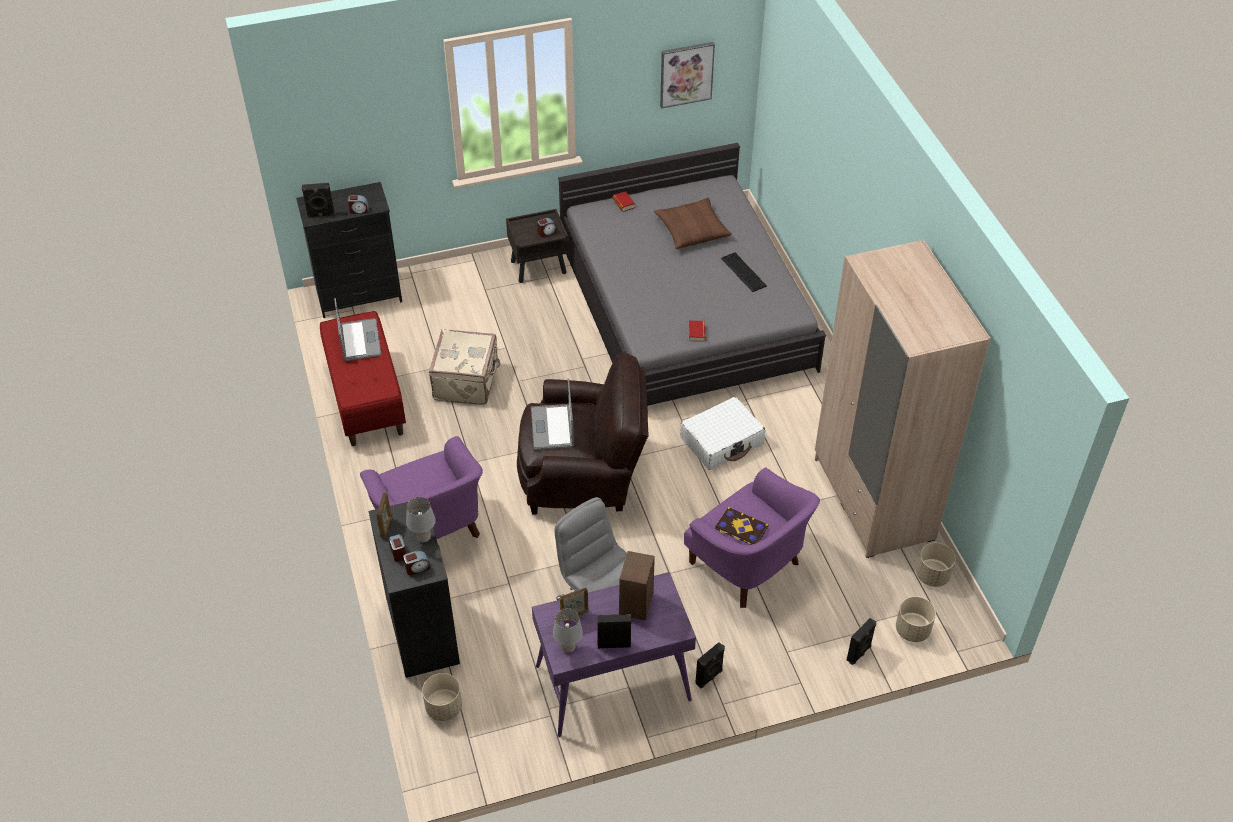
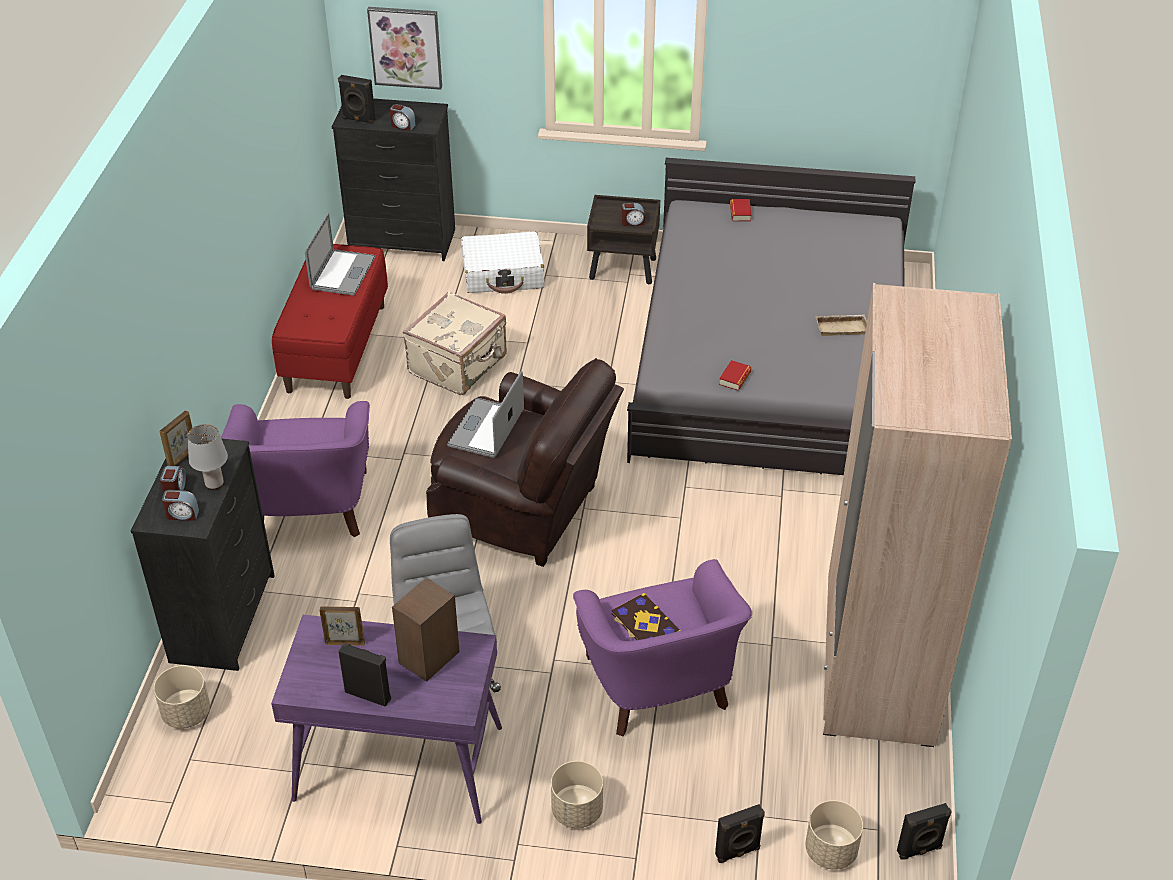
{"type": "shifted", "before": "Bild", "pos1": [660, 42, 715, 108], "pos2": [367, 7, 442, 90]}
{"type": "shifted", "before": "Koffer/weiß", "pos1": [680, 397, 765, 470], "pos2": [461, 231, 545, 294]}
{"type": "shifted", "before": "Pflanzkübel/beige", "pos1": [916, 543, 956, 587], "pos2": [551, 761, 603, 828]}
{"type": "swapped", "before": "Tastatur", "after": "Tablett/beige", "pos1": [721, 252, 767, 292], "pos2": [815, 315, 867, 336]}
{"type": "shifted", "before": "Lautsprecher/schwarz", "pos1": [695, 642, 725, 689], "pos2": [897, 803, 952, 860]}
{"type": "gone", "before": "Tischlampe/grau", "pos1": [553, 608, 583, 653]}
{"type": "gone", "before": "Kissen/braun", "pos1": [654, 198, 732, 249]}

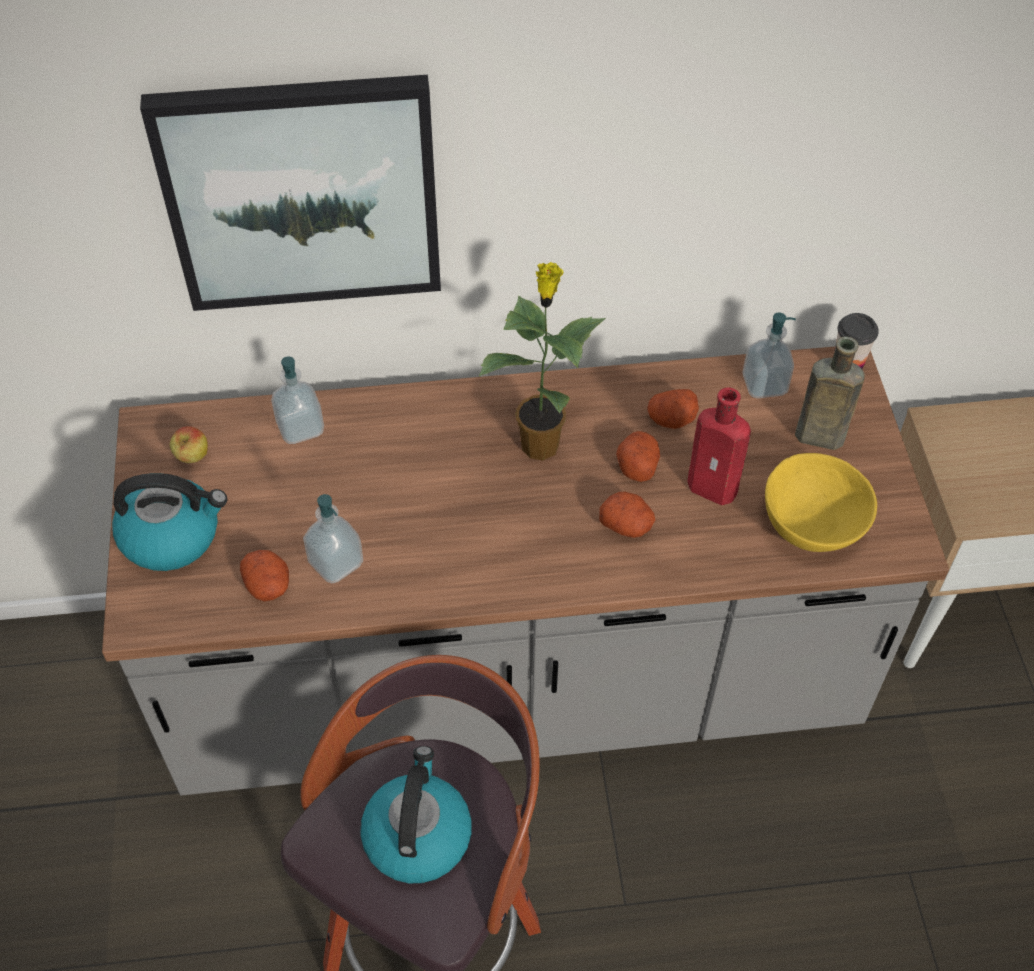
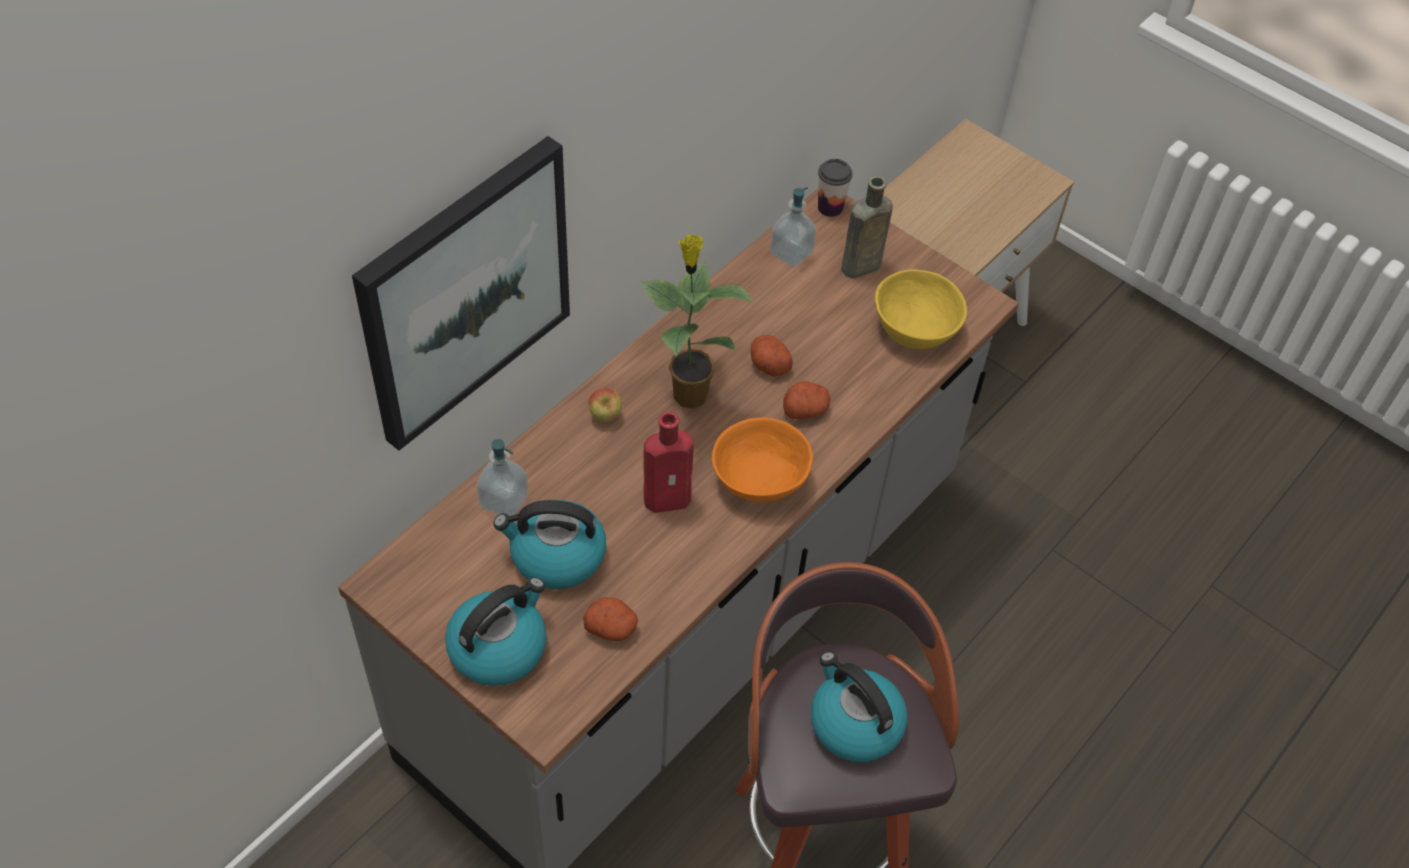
{"type": "new", "after": "Wasserkessel", "pos2": [493, 500, 606, 589]}
{"type": "shifted", "before": "Apfel", "pos1": [170, 426, 208, 463], "pos2": [589, 388, 622, 422]}
{"type": "shifted", "before": "Flasche/rot", "pos1": [687, 387, 751, 505], "pos2": [643, 412, 694, 513]}
{"type": "new", "after": "Schüssel/orange", "pos2": [712, 417, 813, 502]}
{"type": "gone", "before": "Seifenspender", "pos1": [303, 494, 363, 583]}
{"type": "gone", "before": "Kartoffel", "pos1": [647, 389, 699, 429]}

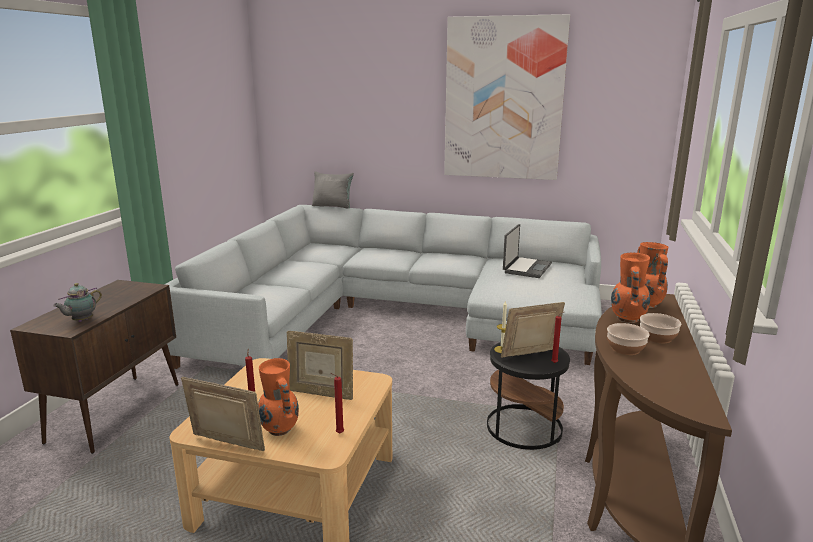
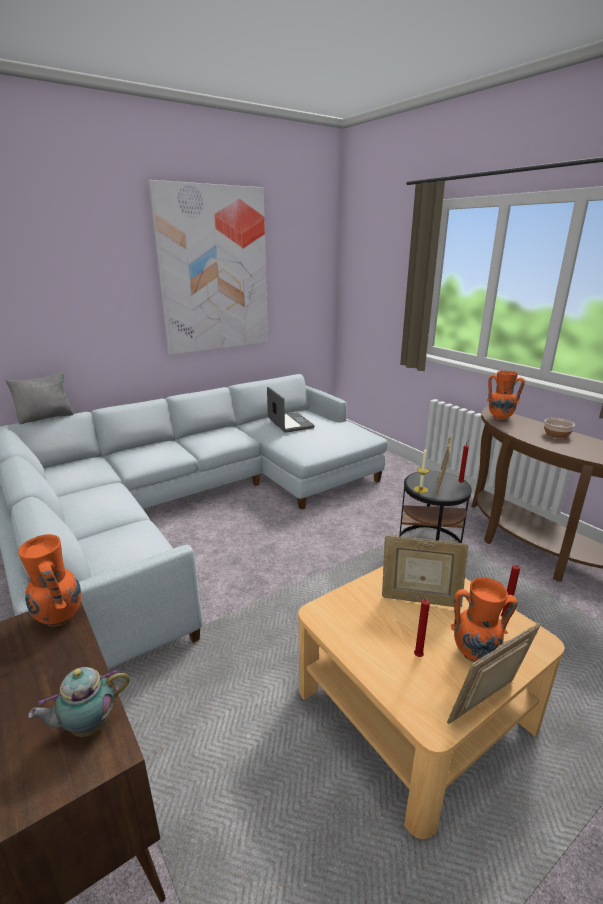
{"type": "shifted", "before": "Vase/orange", "pos1": [611, 253, 650, 323], "pos2": [18, 534, 81, 627]}
{"type": "rotated", "before": "Teekanne", "pos1": [53, 283, 102, 322], "pos2": [28, 667, 130, 737], "turn": 75}
{"type": "rotated", "before": "Bilderrahmen", "pos1": [287, 331, 353, 400], "pos2": [382, 536, 468, 607], "turn": 45}
{"type": "gone", "before": "Schüssel", "pos1": [607, 323, 649, 355]}

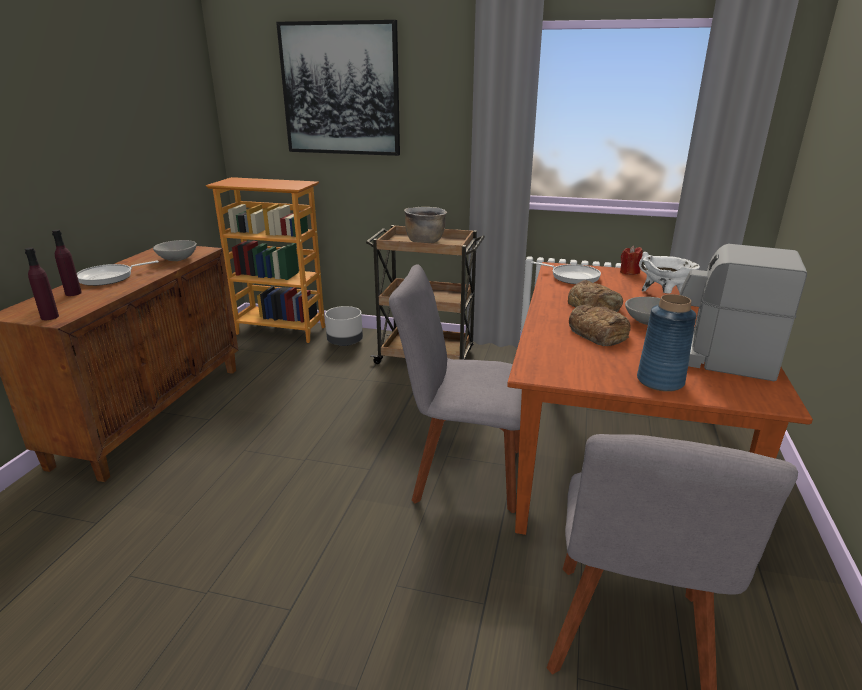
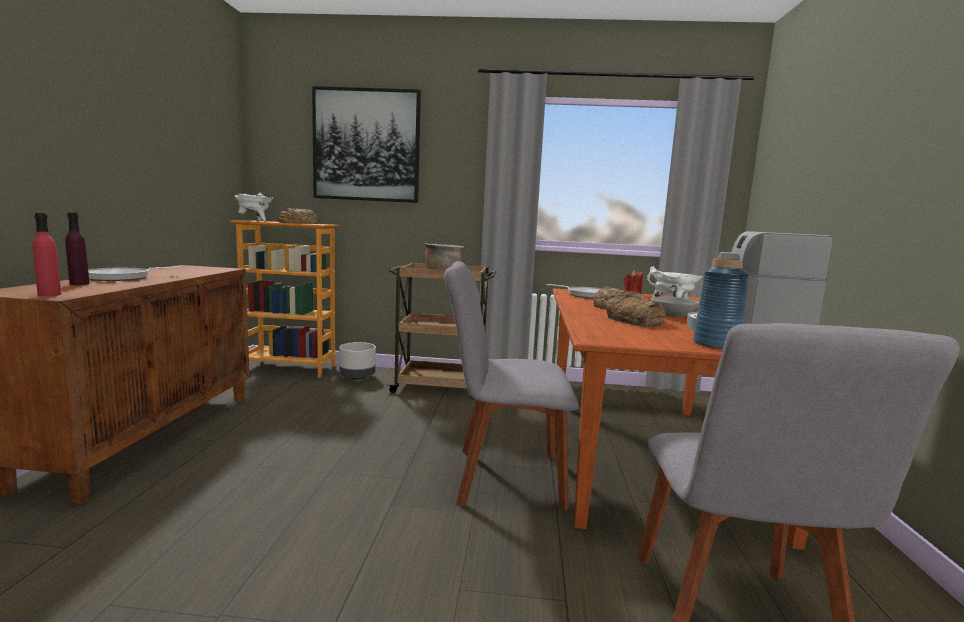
{"type": "repainted", "before": "Flasche/lila", "after": "Flasche/rot", "pos1": [25, 248, 59, 320], "pos2": [32, 213, 61, 296]}
{"type": "new", "after": "Kochtopf/weiß", "pos2": [234, 193, 273, 221]}
{"type": "new", "after": "Brot", "pos2": [278, 208, 319, 224]}
{"type": "gone", "before": "Schüssel/grau", "pos1": [153, 240, 197, 261]}

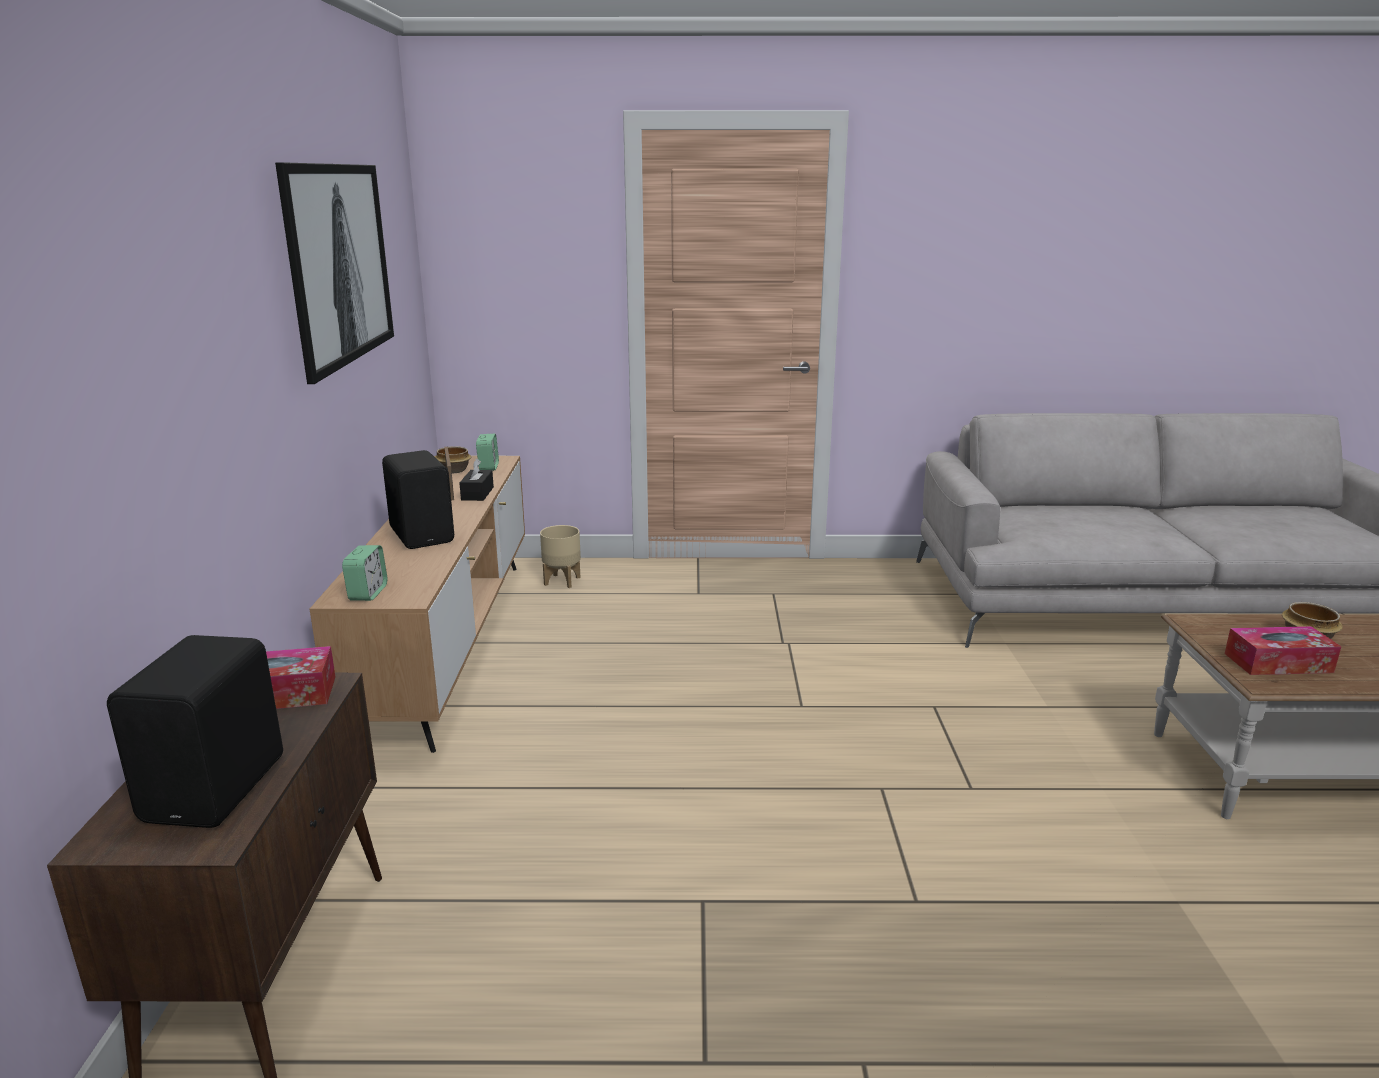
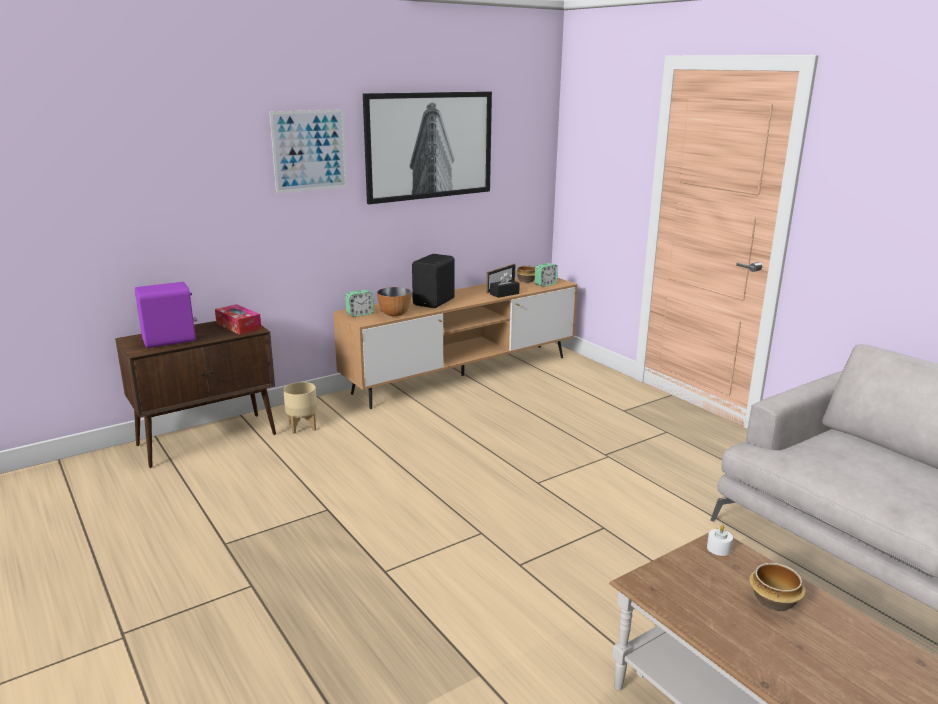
{"type": "repainted", "before": "Lautsprecher/schwarz", "after": "Lautsprecher/lila", "pos1": [107, 635, 283, 828], "pos2": [135, 282, 197, 348]}
{"type": "new", "after": "Bild", "pos2": [270, 110, 347, 193]}
{"type": "shifted", "before": "Pflanzkübel/beige", "pos1": [540, 525, 581, 588], "pos2": [283, 382, 317, 434]}
{"type": "new", "after": "Schüssel", "pos2": [377, 287, 411, 317]}
{"type": "new", "after": "Kerze/weiß", "pos2": [707, 525, 733, 556]}
{"type": "gone", "before": "Taschentuchbox", "pos1": [1225, 626, 1341, 675]}

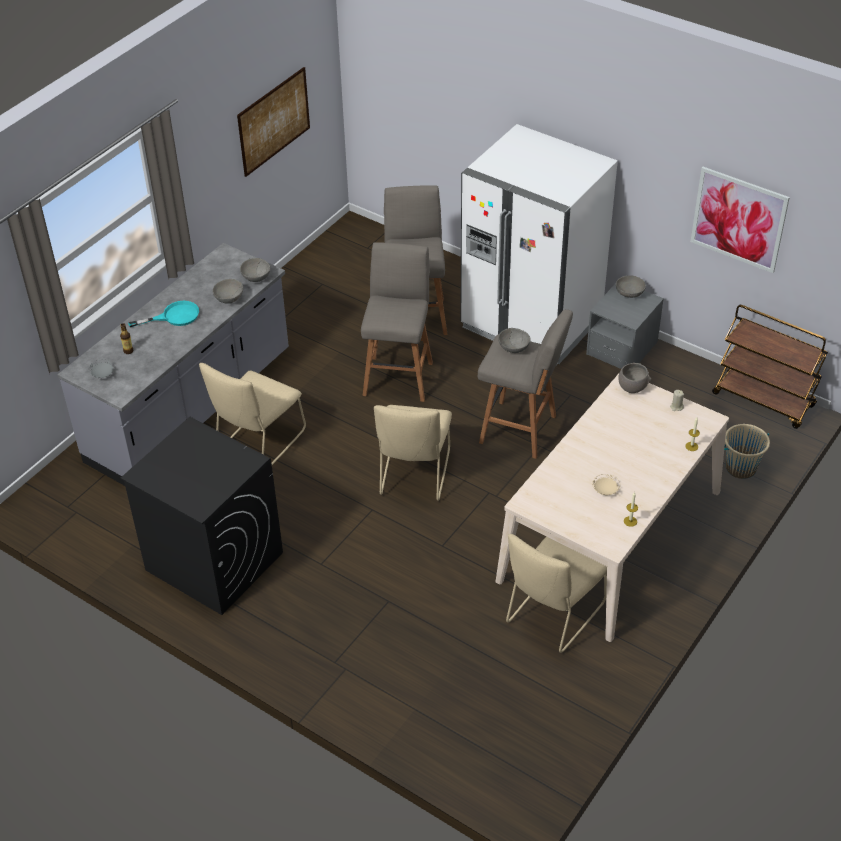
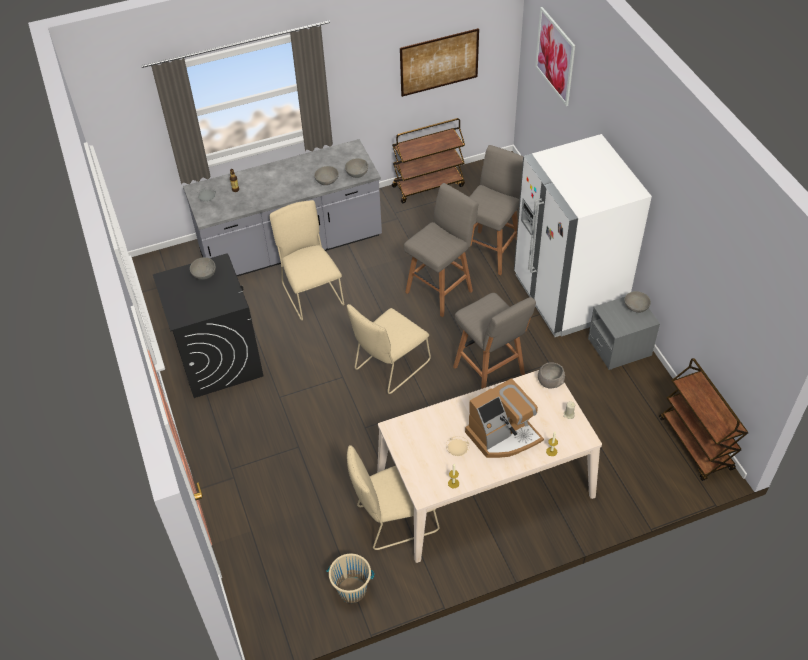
{"type": "shifted", "before": "Schüssel/grau", "pos1": [498, 328, 531, 353], "pos2": [190, 257, 216, 280]}
{"type": "rotated", "before": "Stuhl/beige", "pos1": [199, 363, 306, 465], "pos2": [270, 200, 345, 321], "turn": 90}
{"type": "shifted", "before": "Eimer/beige", "pos1": [724, 424, 770, 479], "pos2": [327, 554, 374, 603]}
{"type": "new", "after": "Rollwagen/braun", "pos2": [392, 118, 465, 203]}
{"type": "new", "after": "Kaffeemaschine", "pos2": [465, 378, 544, 458]}
{"type": "shifted", "before": "Bild", "pos1": [690, 167, 790, 273], "pos2": [535, 7, 575, 106]}
{"type": "gone", "before": "Pfanne/türkis", "pos1": [128, 301, 199, 327]}

